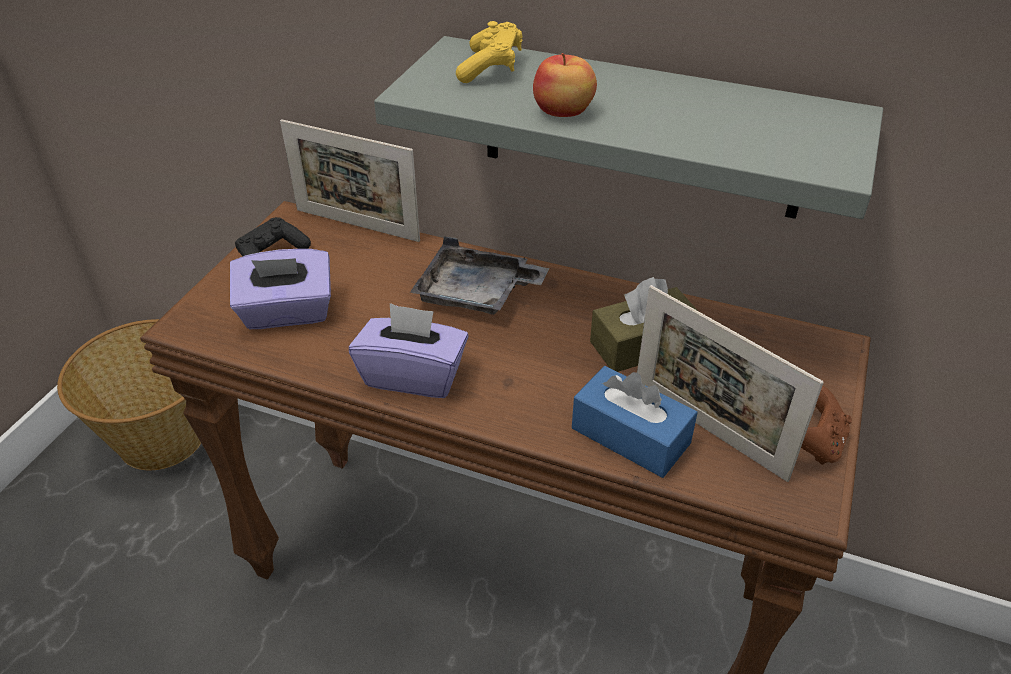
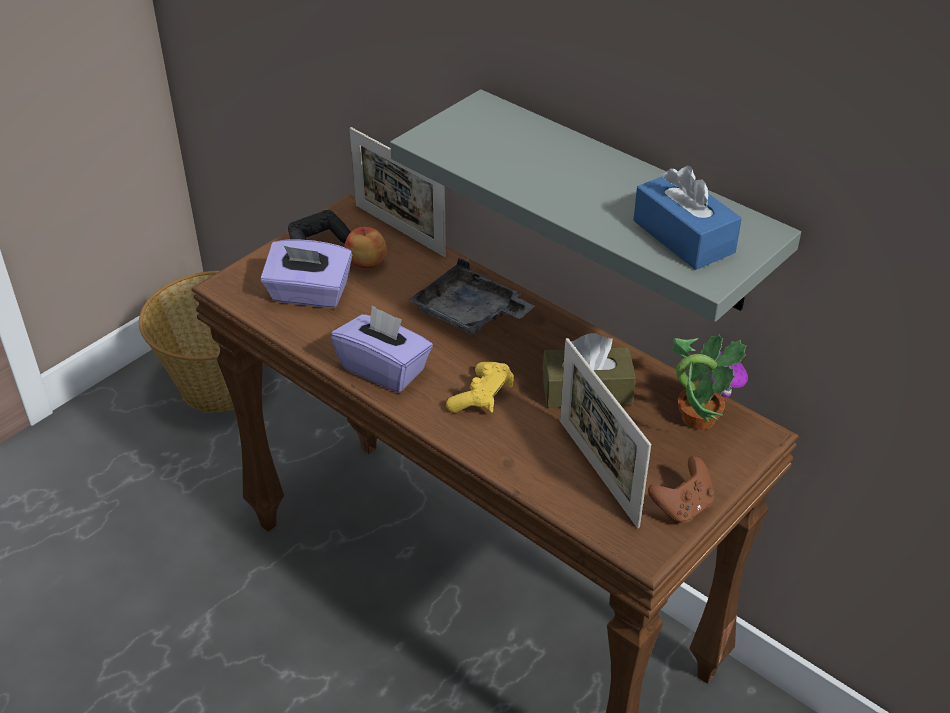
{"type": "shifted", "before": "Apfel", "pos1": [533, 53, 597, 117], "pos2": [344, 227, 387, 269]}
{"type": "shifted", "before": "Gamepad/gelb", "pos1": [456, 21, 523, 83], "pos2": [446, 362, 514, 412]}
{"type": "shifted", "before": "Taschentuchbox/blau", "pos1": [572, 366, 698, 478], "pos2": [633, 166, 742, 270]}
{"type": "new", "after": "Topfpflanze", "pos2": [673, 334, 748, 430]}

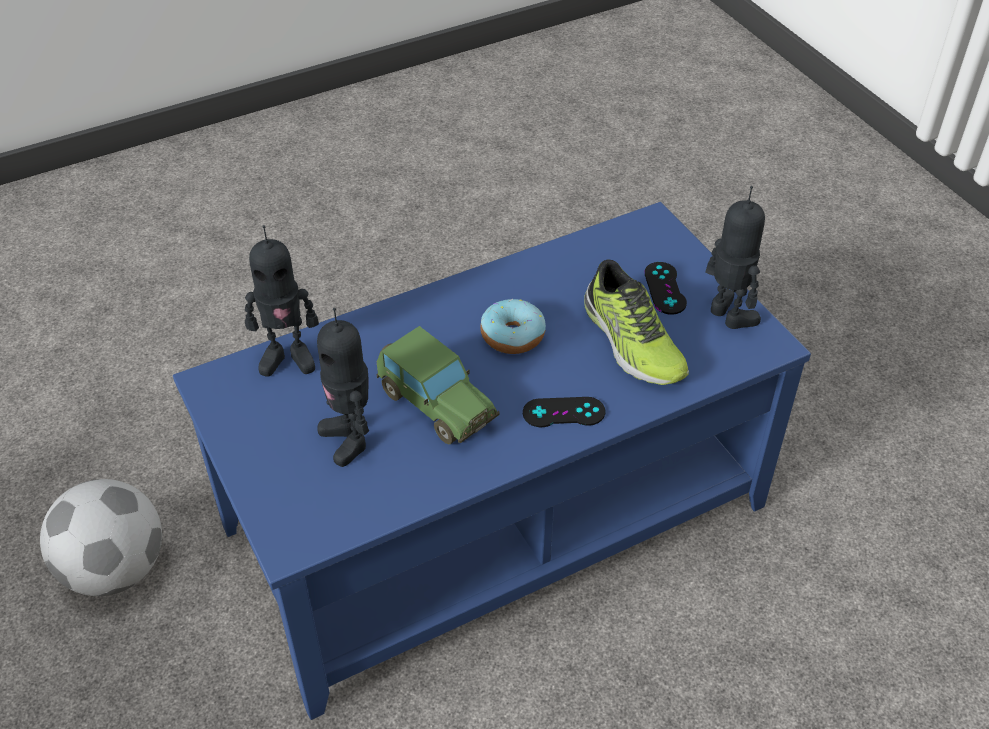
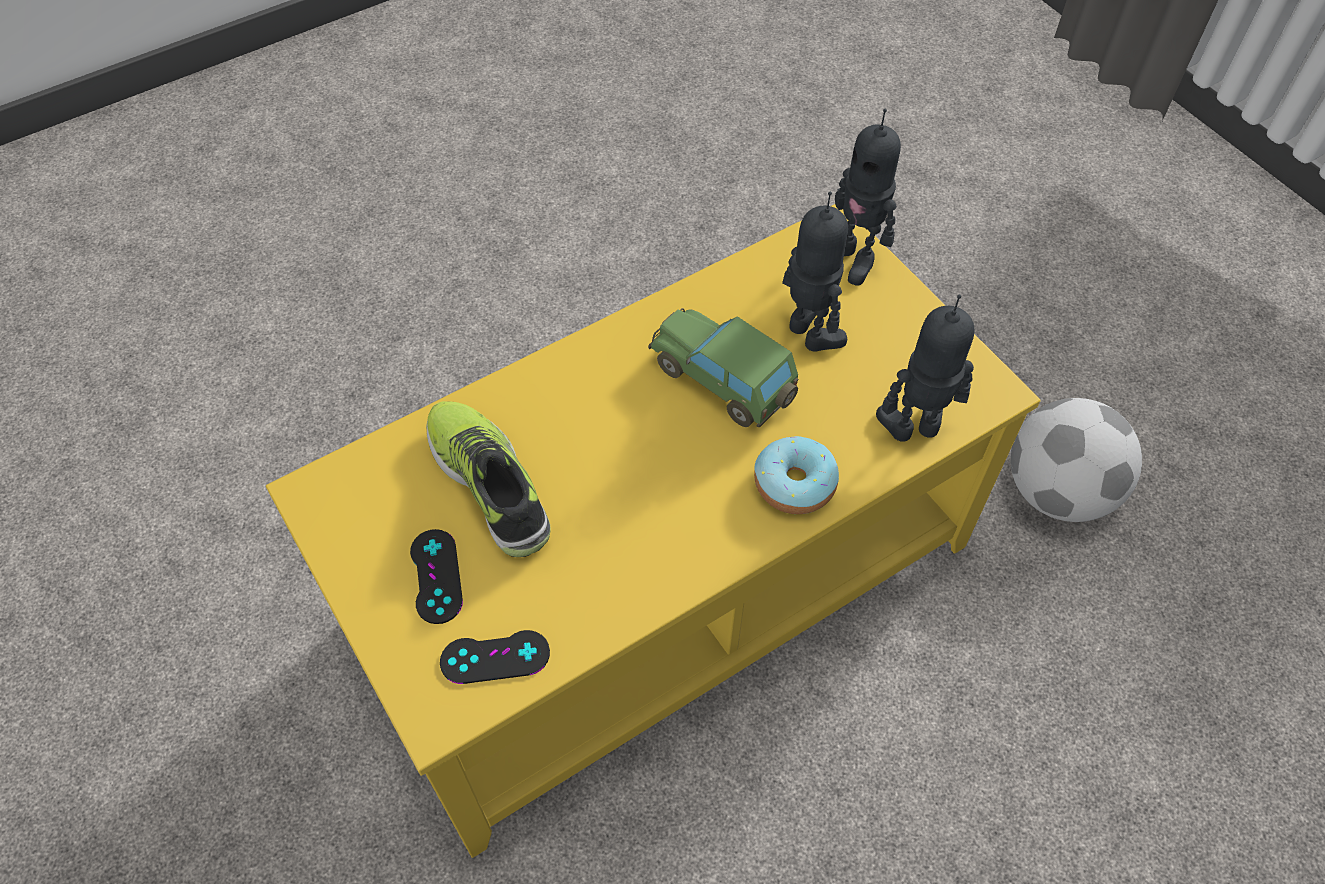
{"type": "repainted", "before": "Couchtisch/blau", "after": "Couchtisch/gelb", "pos1": [173, 202, 811, 720], "pos2": [266, 204, 1041, 858]}
{"type": "shifted", "before": "Gamepad/schwarz", "pos1": [523, 397, 605, 427], "pos2": [440, 630, 550, 684]}
{"type": "shifted", "before": "Donut", "pos1": [480, 299, 546, 354], "pos2": [754, 436, 839, 514]}
{"type": "shifted", "before": "Spielzeugroboter", "pos1": [705, 186, 765, 329], "pos2": [835, 109, 901, 286]}

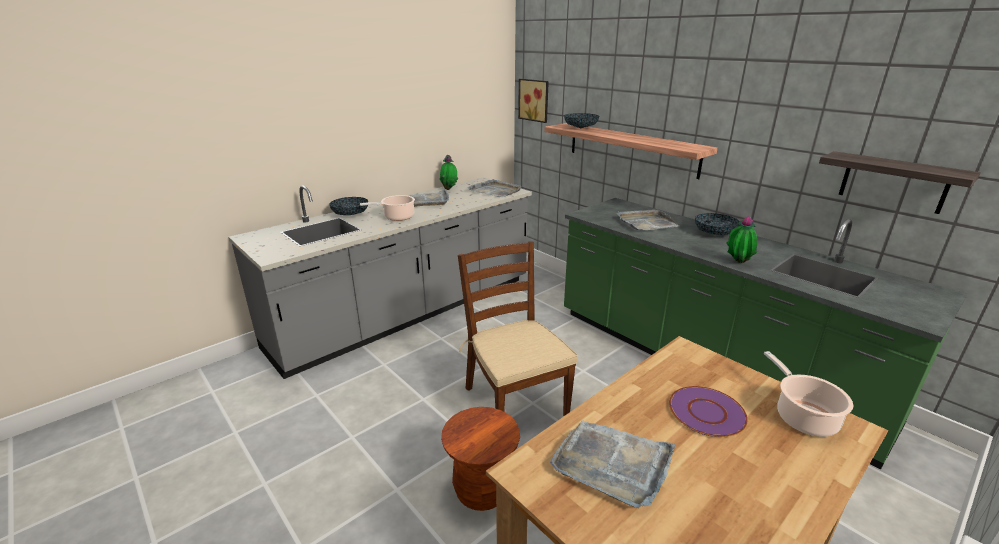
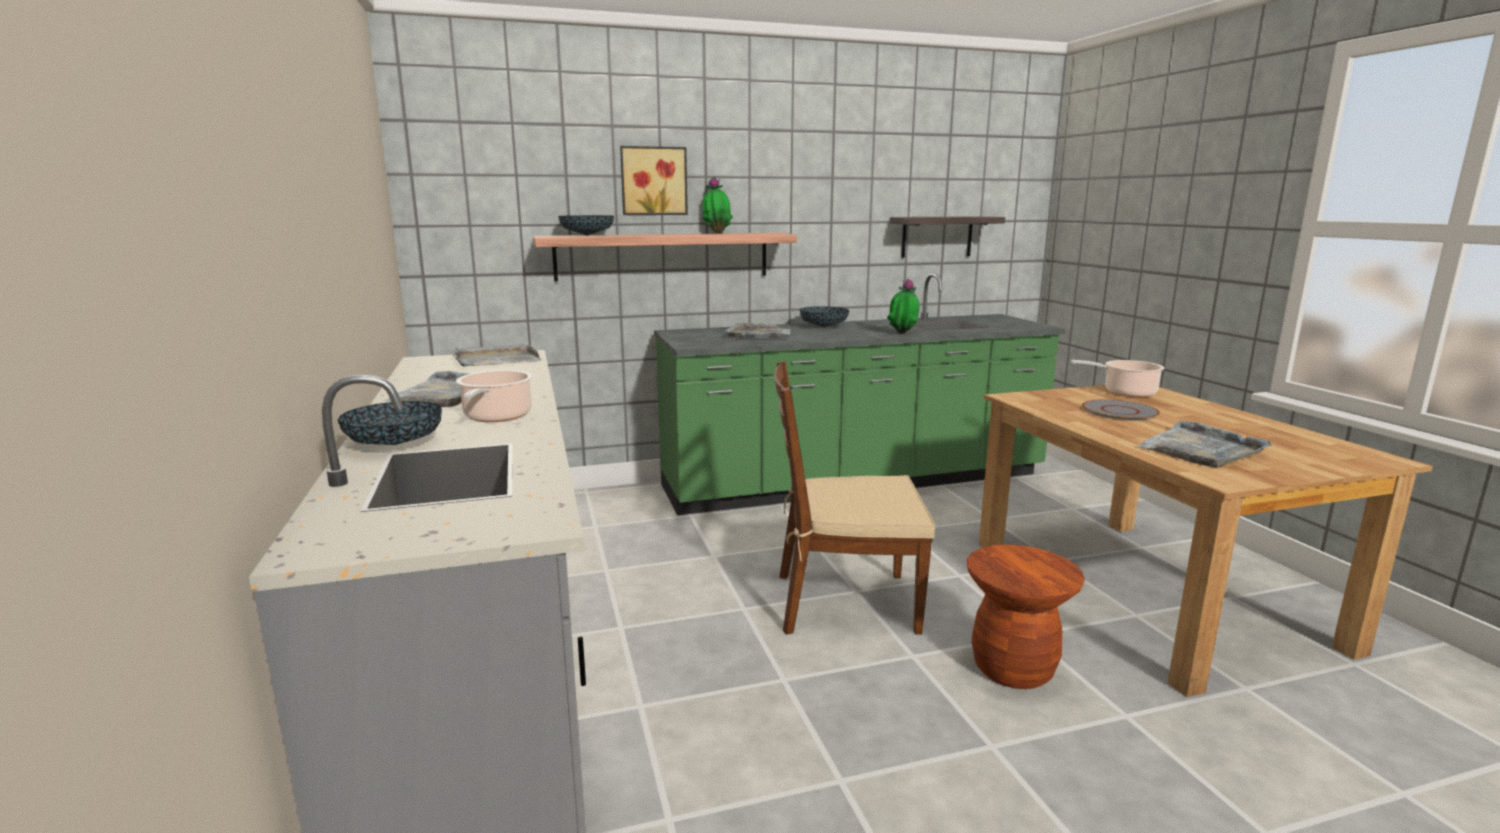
{"type": "shifted", "before": "Bild", "pos1": [518, 79, 549, 123], "pos2": [620, 146, 688, 215]}
{"type": "shifted", "before": "Topfpflanze", "pos1": [440, 155, 458, 190], "pos2": [702, 177, 733, 234]}
{"type": "repainted", "before": "Teller/lila", "after": "Teller/grau", "pos1": [669, 386, 748, 437], "pos2": [1082, 399, 1160, 421]}

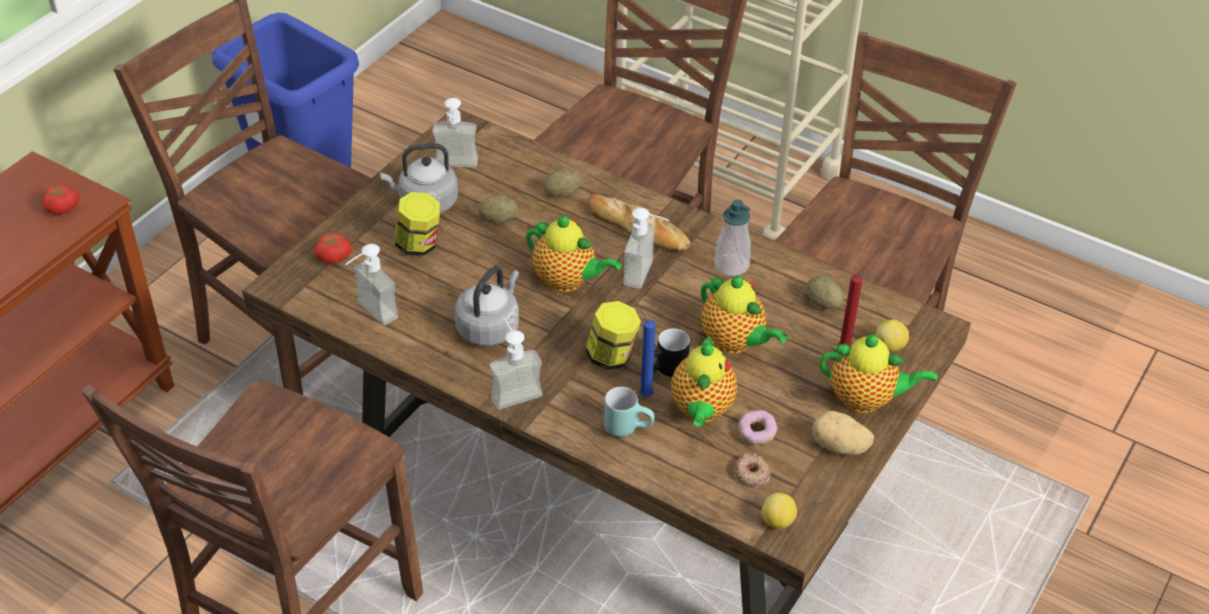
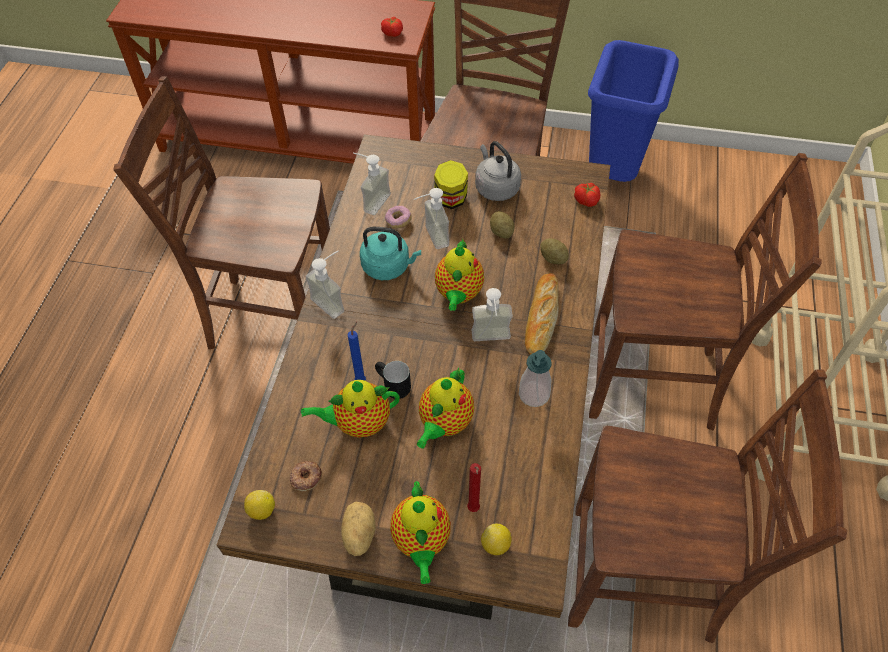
{"type": "repainted", "before": "Wasserkessel/grau", "after": "Wasserkessel/türkis", "pos1": [455, 266, 519, 346], "pos2": [360, 227, 421, 280]}
{"type": "shifted", "before": "Donut", "pos1": [738, 410, 777, 445], "pos2": [385, 206, 412, 228]}
{"type": "shifted", "before": "Seifenspender", "pos1": [432, 98, 478, 168], "pos2": [414, 188, 449, 249]}
{"type": "shifted", "before": "Tomate", "pos1": [314, 233, 352, 264], "pos2": [574, 183, 600, 207]}
{"type": "gone", "before": "Vorratsglas", "pos1": [585, 301, 641, 370]}
{"type": "gone", "before": "Henkelbecher/türkis", "pos1": [604, 387, 655, 437]}
{"type": "gone", "before": "Kartoffel", "pos1": [806, 276, 844, 309]}

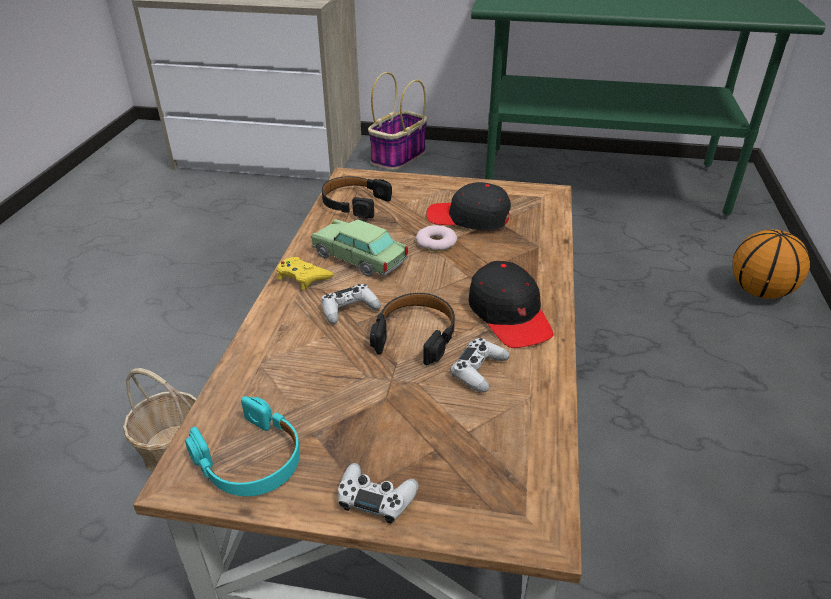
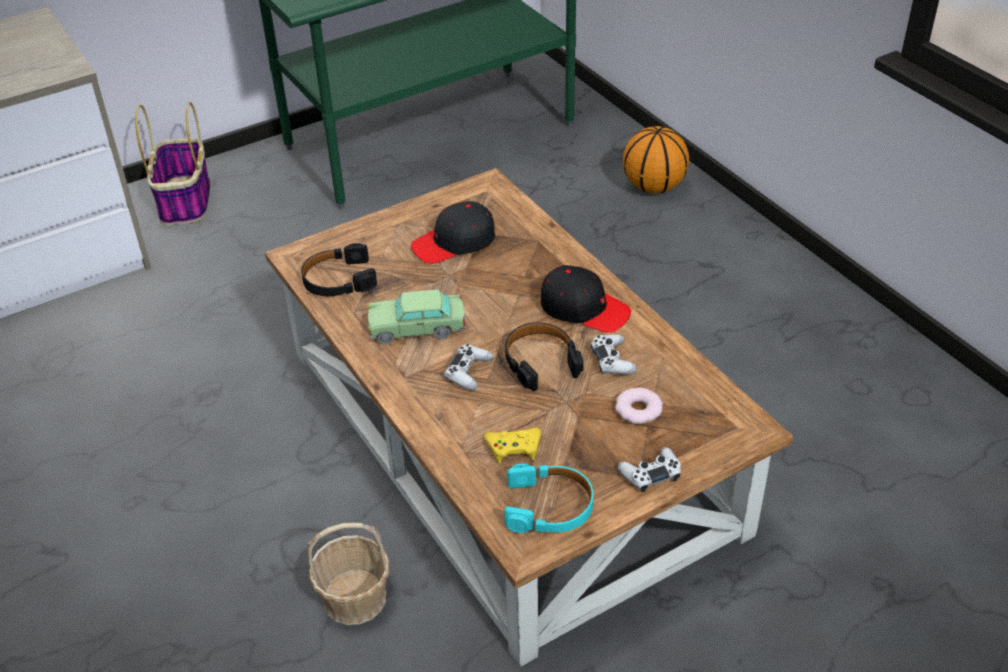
{"type": "shifted", "before": "Gamepad/gelb", "pos1": [277, 257, 334, 290], "pos2": [484, 428, 541, 463]}
{"type": "shifted", "before": "Donut", "pos1": [415, 225, 457, 251], "pos2": [615, 387, 663, 424]}

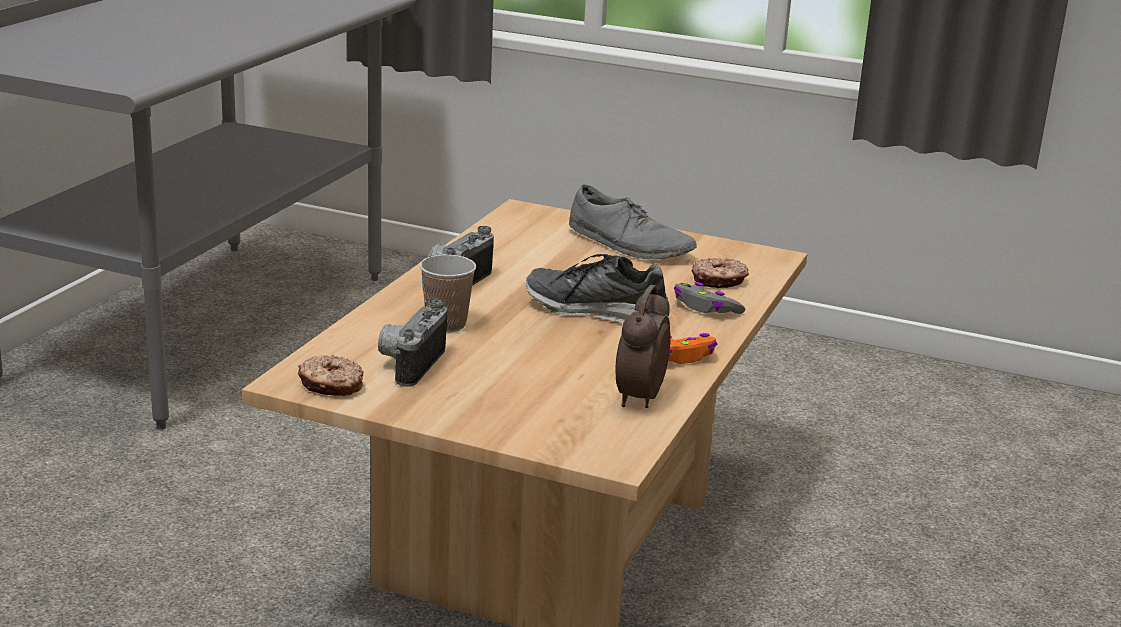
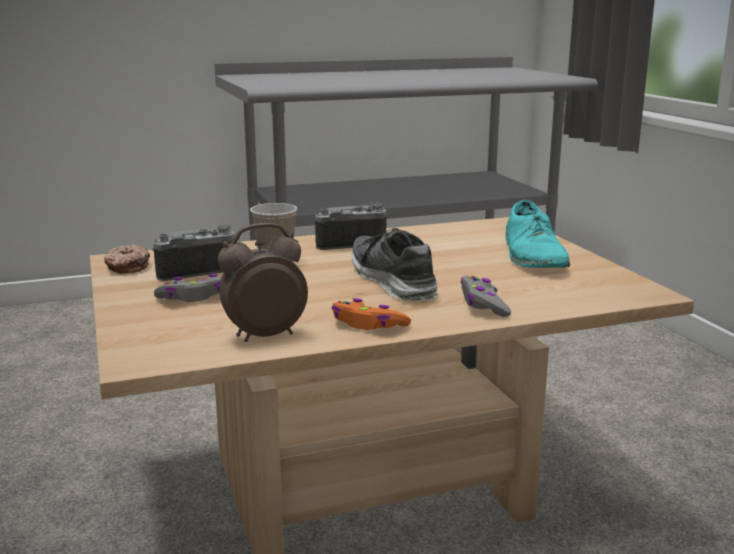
{"type": "new", "after": "Gamepad/grau", "pos2": [154, 274, 221, 302]}
{"type": "repainted", "before": "Schuh/grau", "after": "Schuh/türkis", "pos1": [569, 184, 697, 259], "pos2": [505, 200, 570, 268]}
{"type": "gone", "before": "Donut", "pos1": [692, 258, 749, 288]}

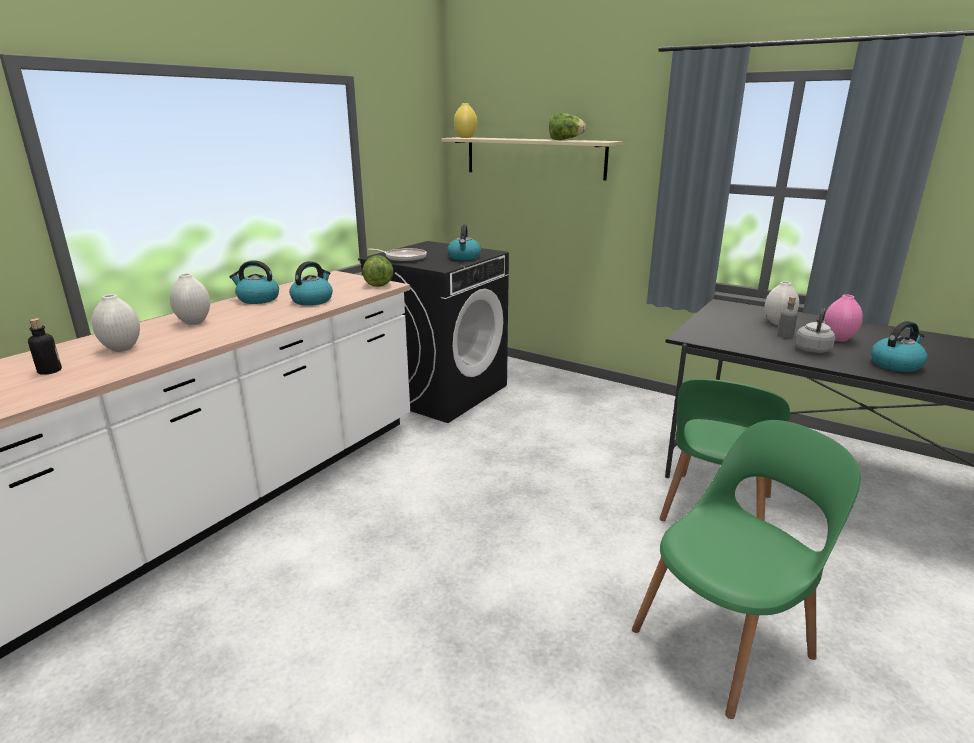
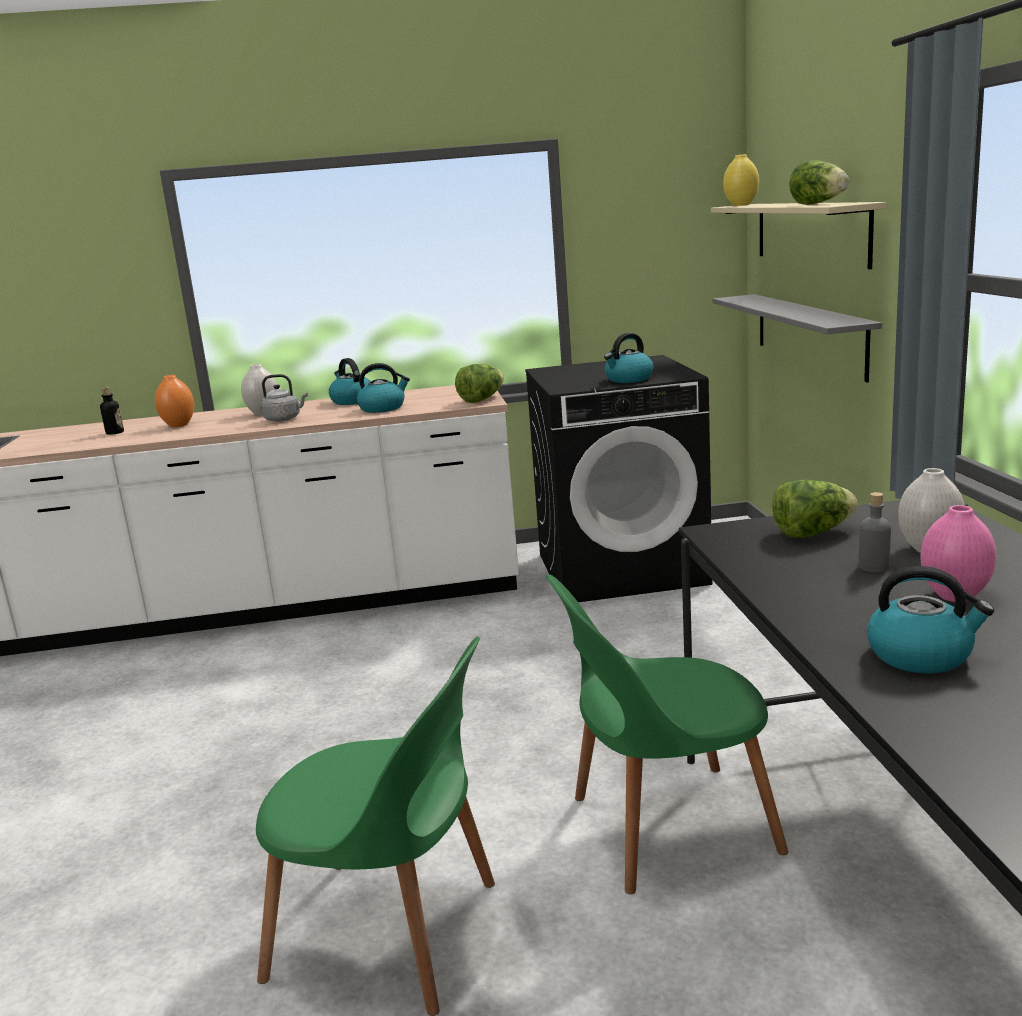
{"type": "repainted", "before": "Vase/weiß", "after": "Vase/orange", "pos1": [92, 294, 140, 352], "pos2": [155, 375, 194, 427]}
{"type": "shifted", "before": "Wasserkessel/grau", "pos1": [795, 308, 835, 353], "pos2": [261, 374, 308, 422]}
{"type": "new", "after": "Wandregal/grau", "pos2": [712, 294, 882, 382]}
{"type": "new", "after": "Salatkopf", "pos2": [772, 480, 858, 538]}
{"type": "gone", "before": "Pfanne", "pos1": [368, 248, 427, 262]}

